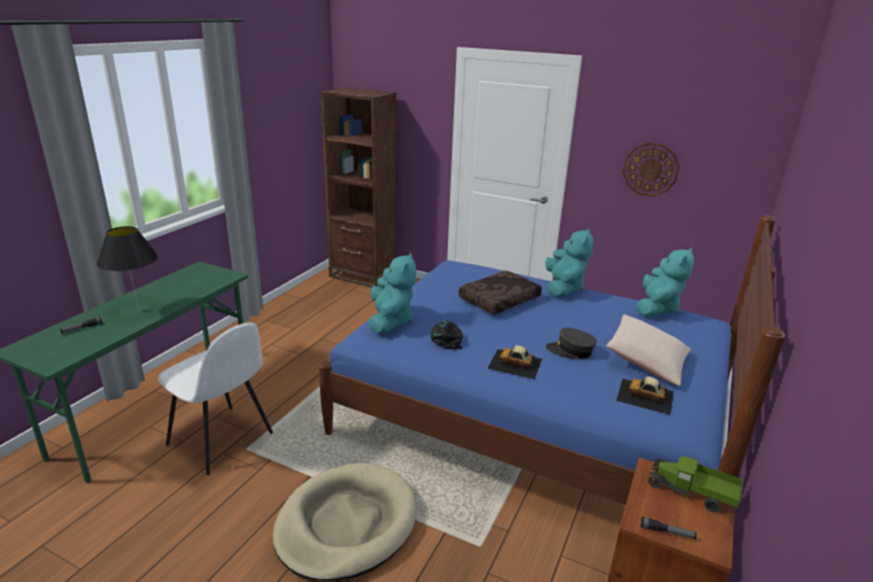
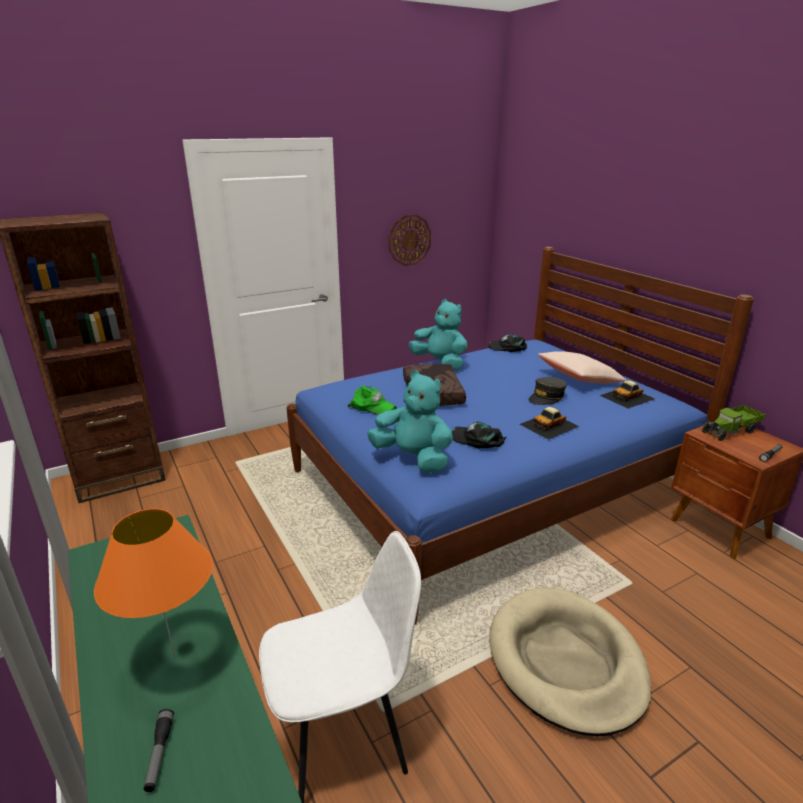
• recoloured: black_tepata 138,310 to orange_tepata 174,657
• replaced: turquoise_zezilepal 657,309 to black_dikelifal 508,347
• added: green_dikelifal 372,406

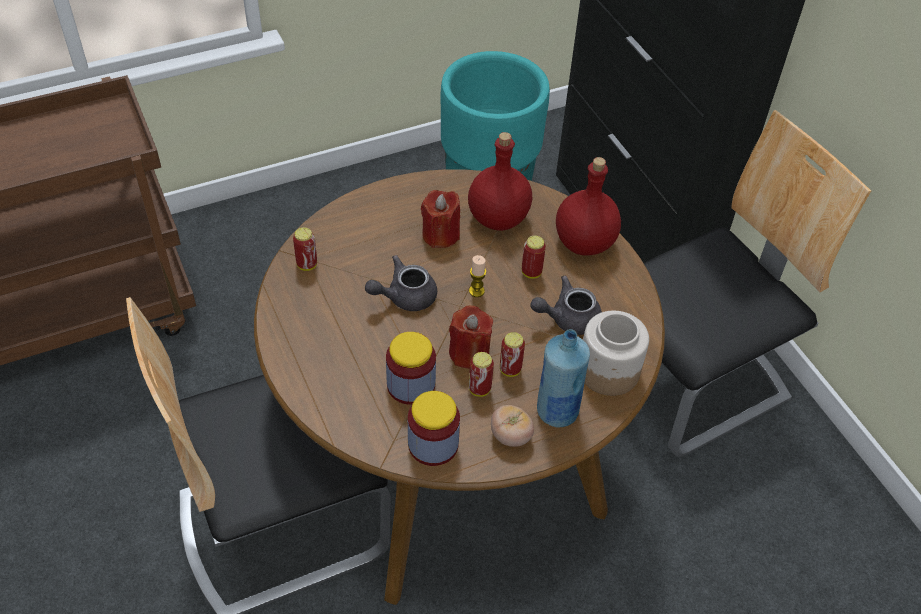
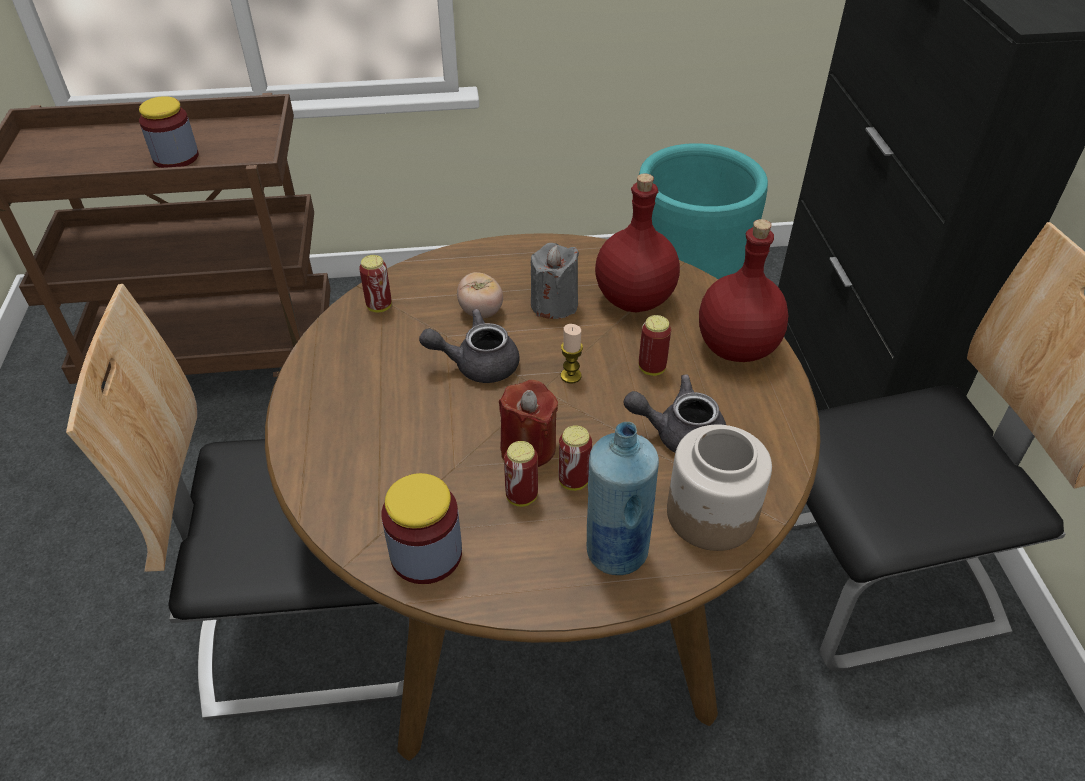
• recoloured: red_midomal 440,235 to grey_midomal 554,304
• moved: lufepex 411,385 to 176,157
• moved: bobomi 510,436 to 481,311

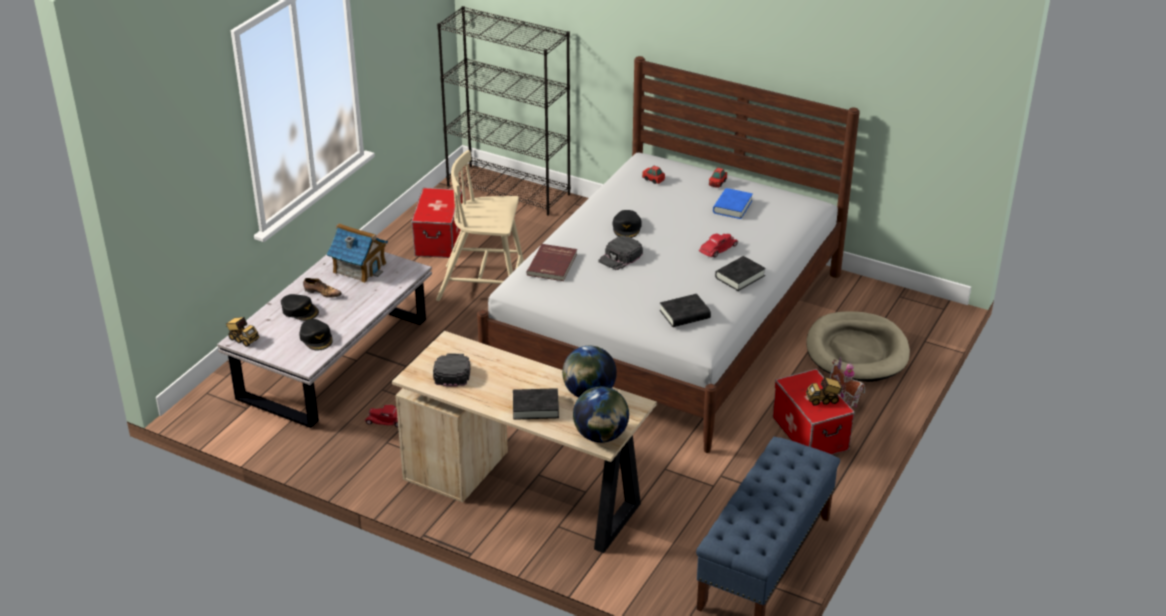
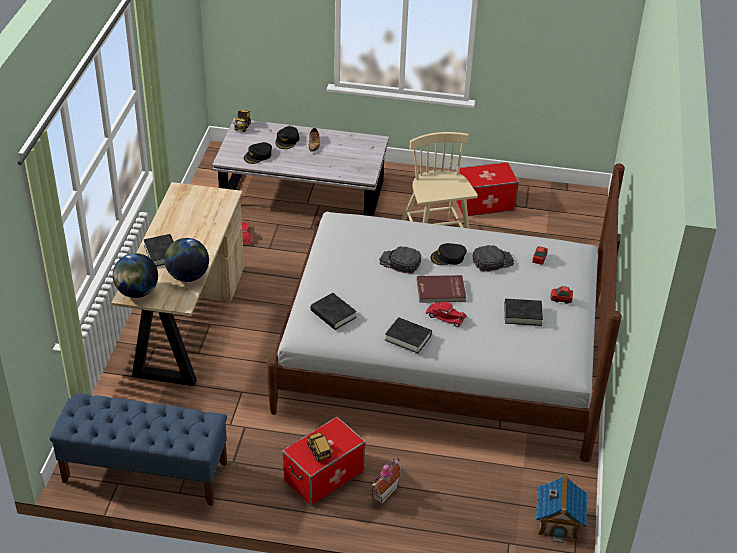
• removed: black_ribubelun 509,190
• recoloured: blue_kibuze 732,207 to black_kibuze 522,314
• moved: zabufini 359,267 to 558,521
• moved: red_kibuze 553,264 to 441,291
• removed: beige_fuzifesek 856,351
• moved: black_dikelifal 452,371 to 492,261

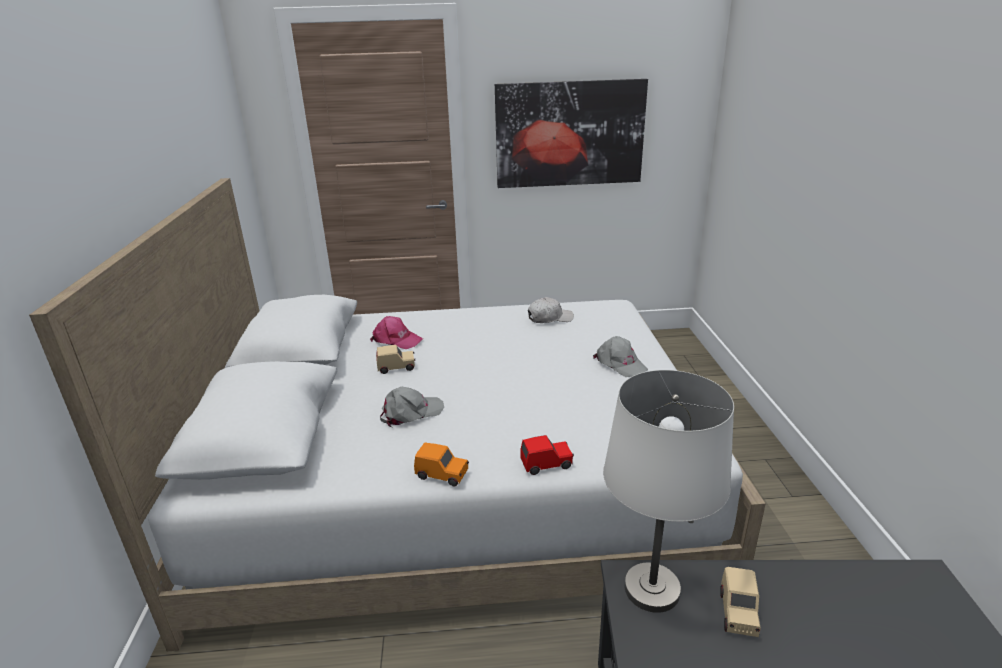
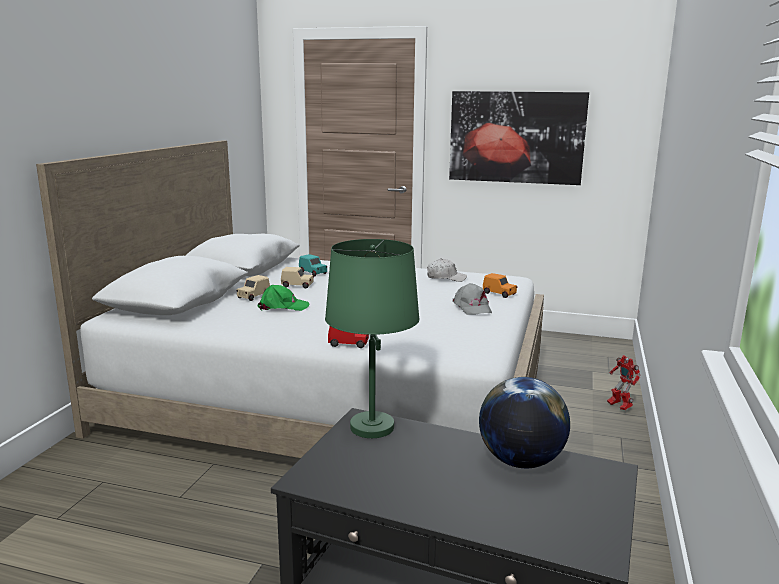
• replaced: pink_dikelifal 396,340 to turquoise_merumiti 313,273
• recoloured: white_tepata 651,590 to green_tepata 371,427
• recoloured: grey_dikelifal 411,413 to green_dikelifal 282,307
• moved: orange_merumiti 442,475 to 499,294
• moved: beige_merumiti 738,614 to 253,296
• added: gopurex 619,406
• added: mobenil 520,461

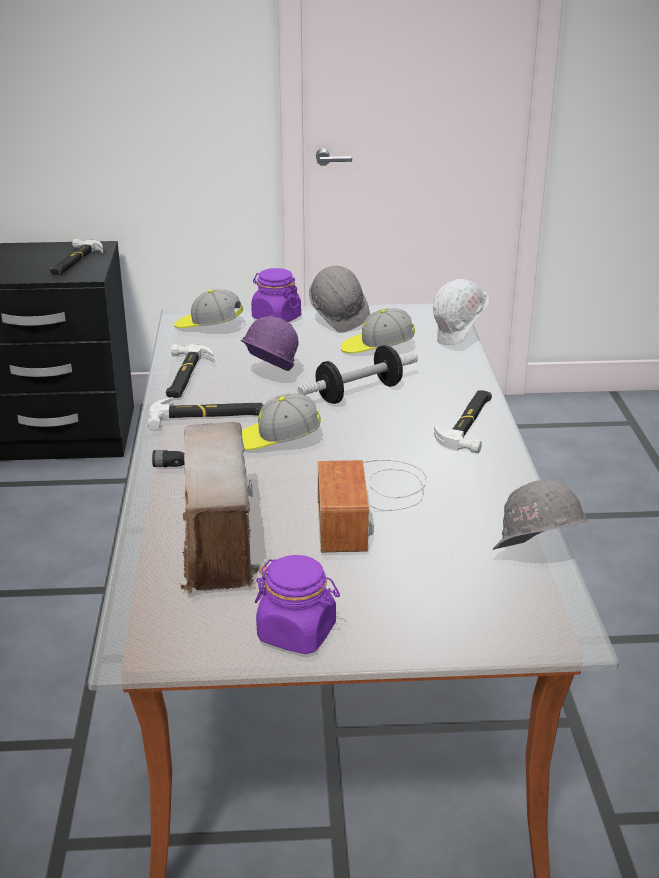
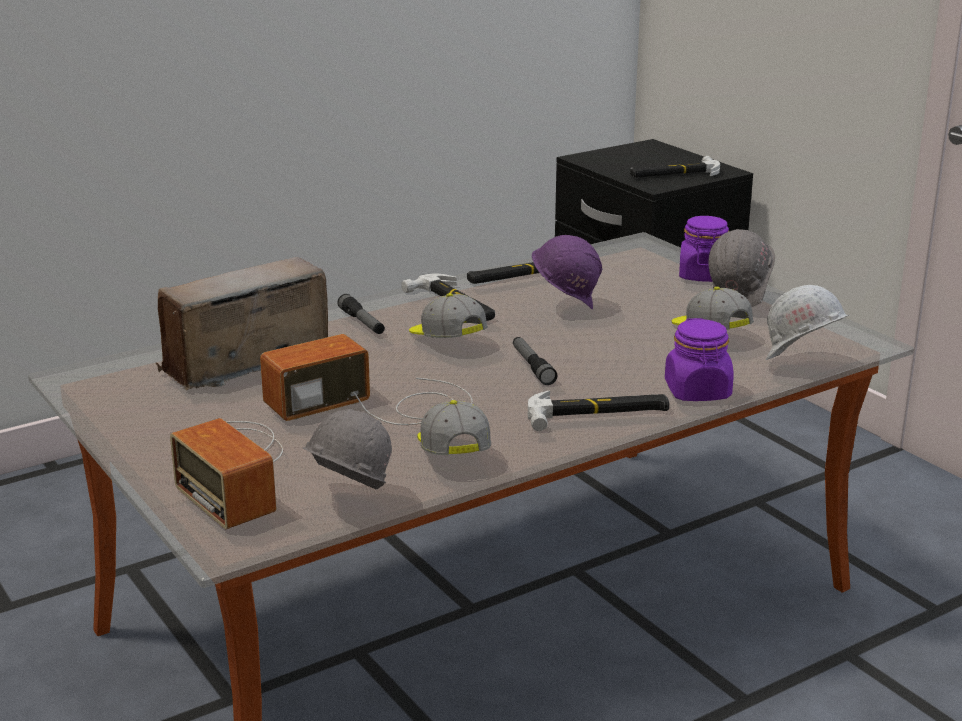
• moved: dikelifal 208,326 to 452,453
• removed: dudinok 359,393
• moved: purple_lufepex 297,633 to 697,392
• added: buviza 532,367
• added: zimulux 233,468

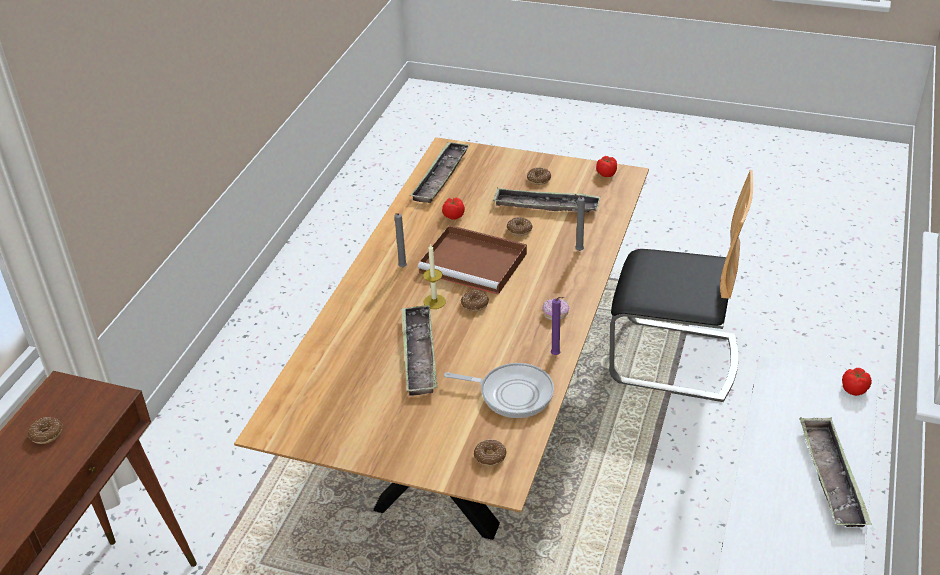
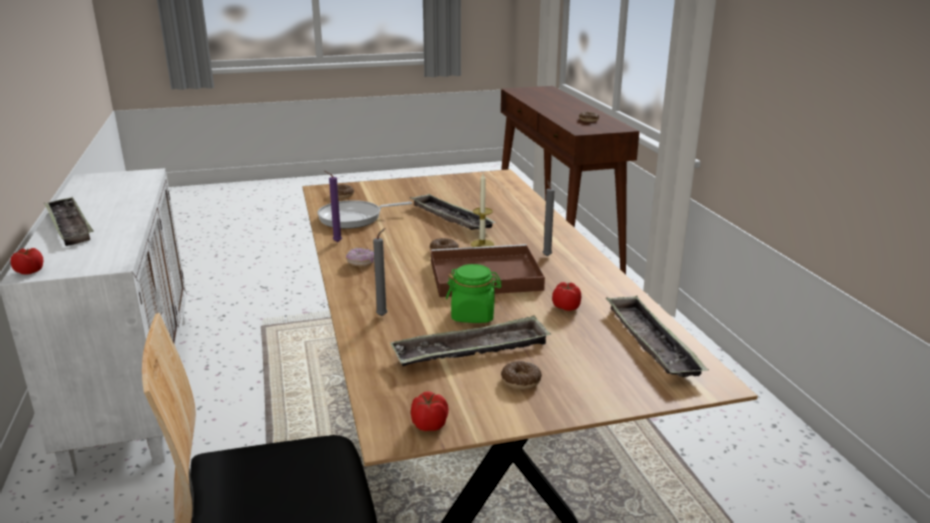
• replaced: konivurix 519,230 to green_lufepex 473,315

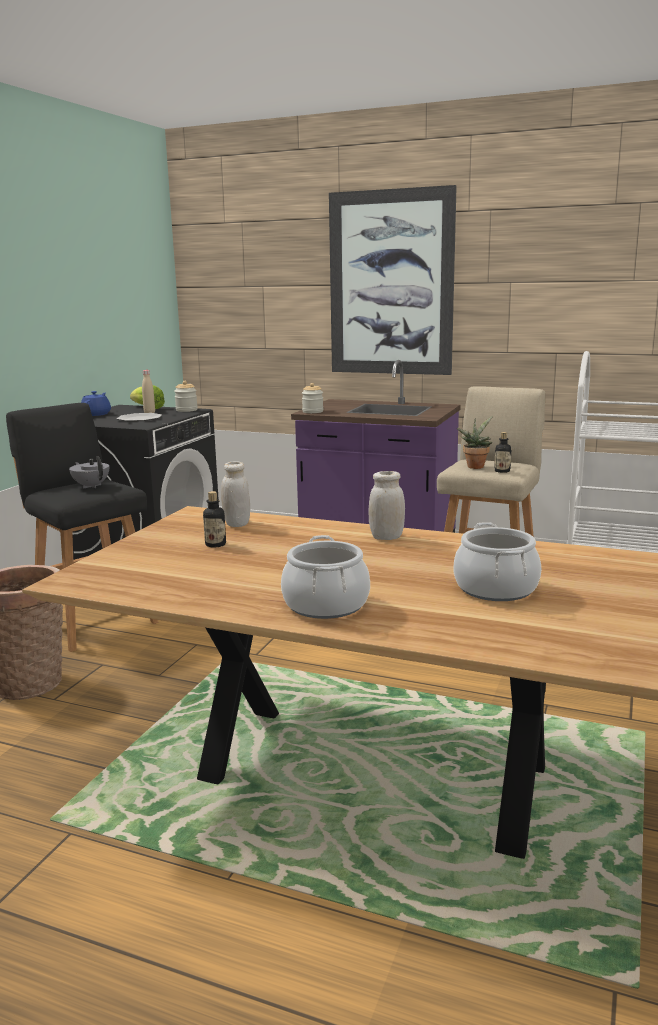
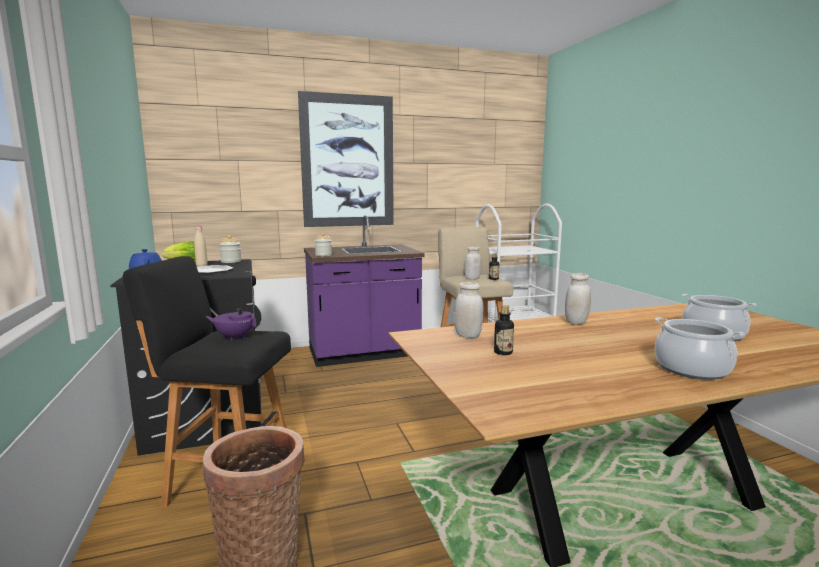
• replaced: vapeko 475,466 to white_lufepex 472,278
• recoloured: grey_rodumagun 91,486 to purple_rodumagun 235,337

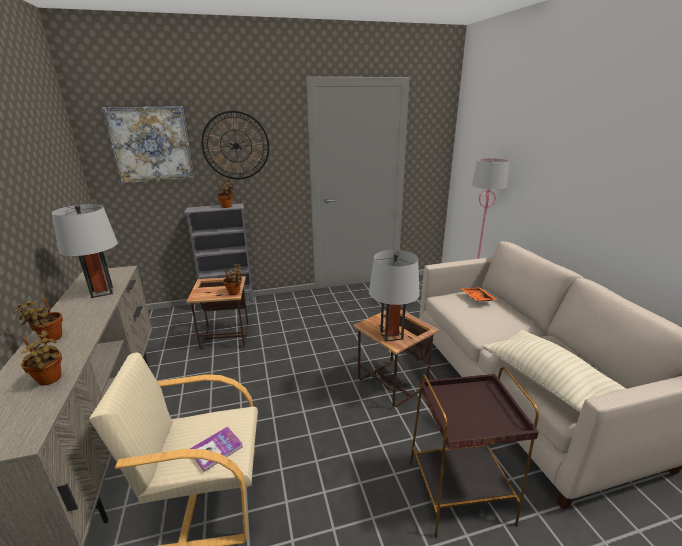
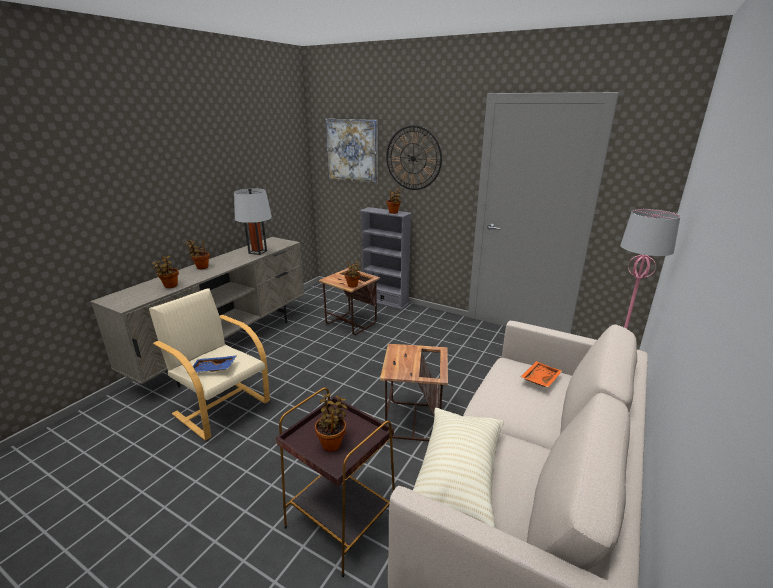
• removed: grey_tepata 391,335
• replaced: kibuze 216,449 to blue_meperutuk 213,369
• added: vapeko 332,443

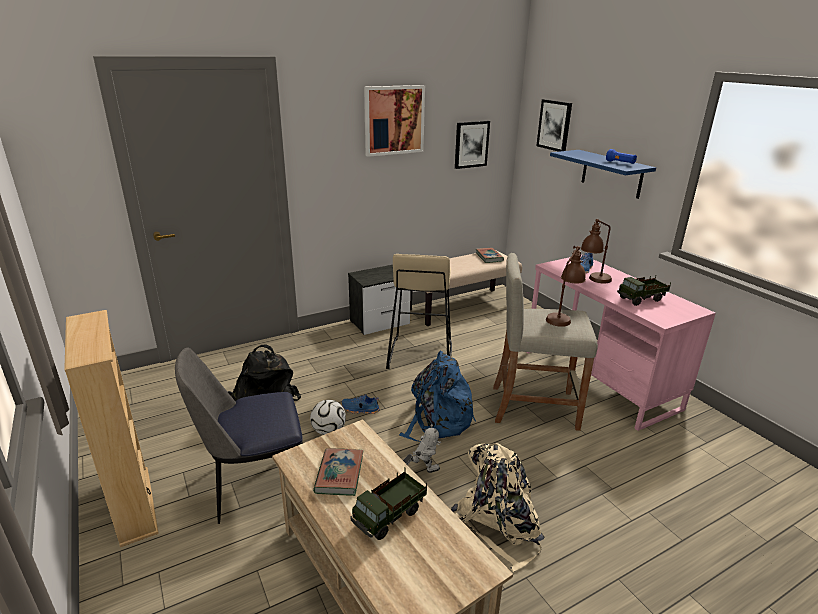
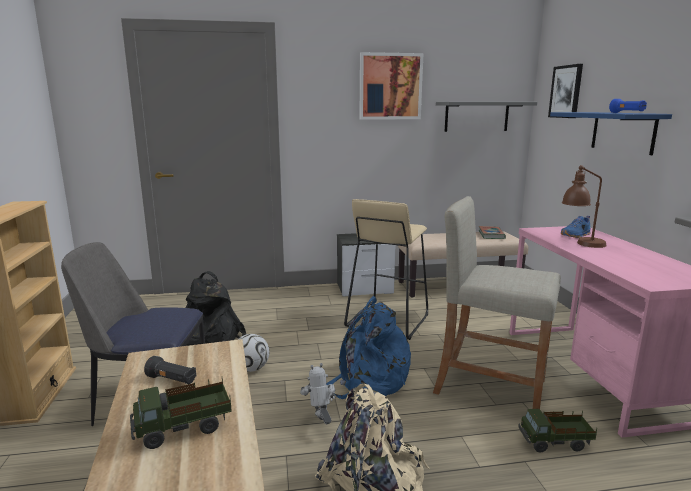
• replaced: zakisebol 471,144 to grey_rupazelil 476,116
• removed: brown_tepata 562,316
• moved: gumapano 641,299 to 555,443
• removed: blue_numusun 360,410
• turned: gopurex 422,470 = 320,423 105 degrees counterclockwise
• replaced: kibuze 339,474 to black_buviza 172,380

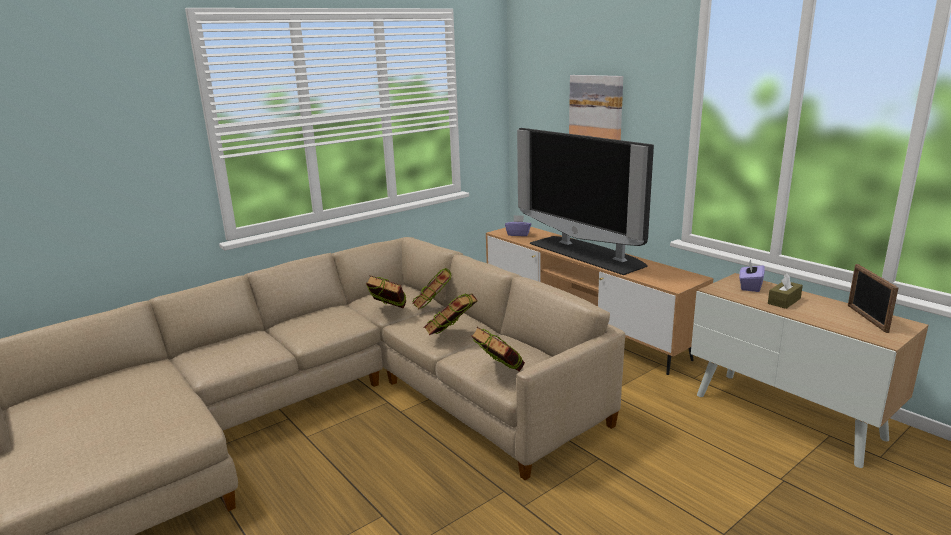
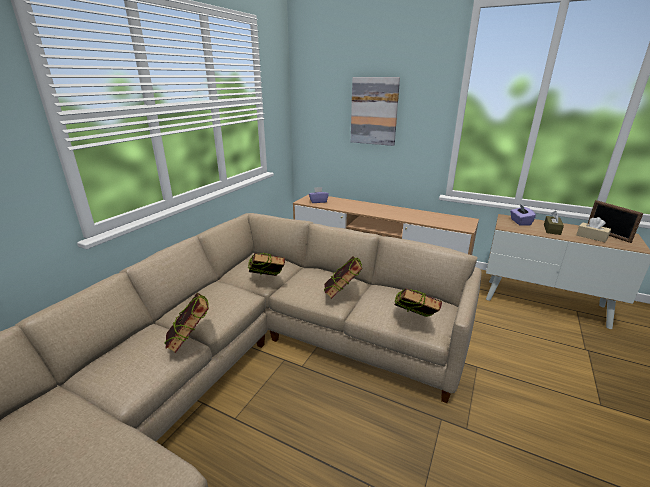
• removed: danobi 587,254
• moved: kibuze 433,308 to 190,341
• added: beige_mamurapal 591,237

